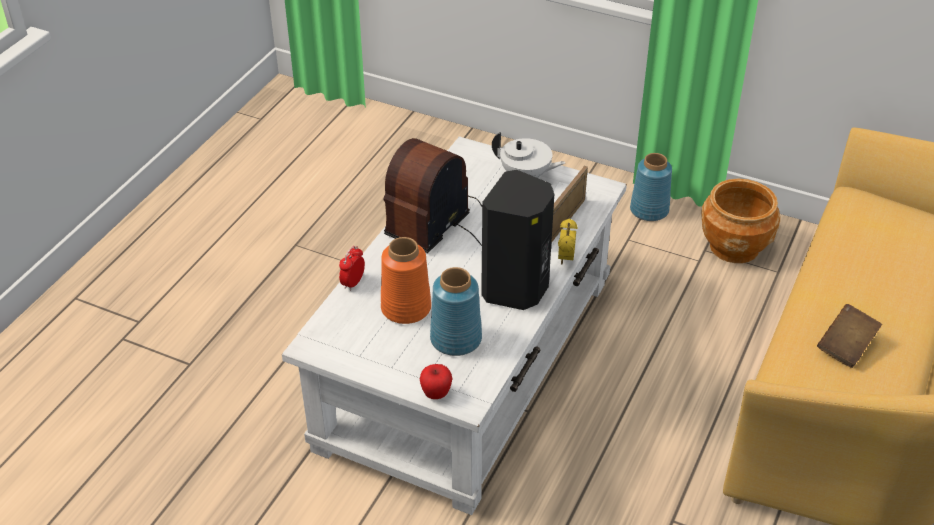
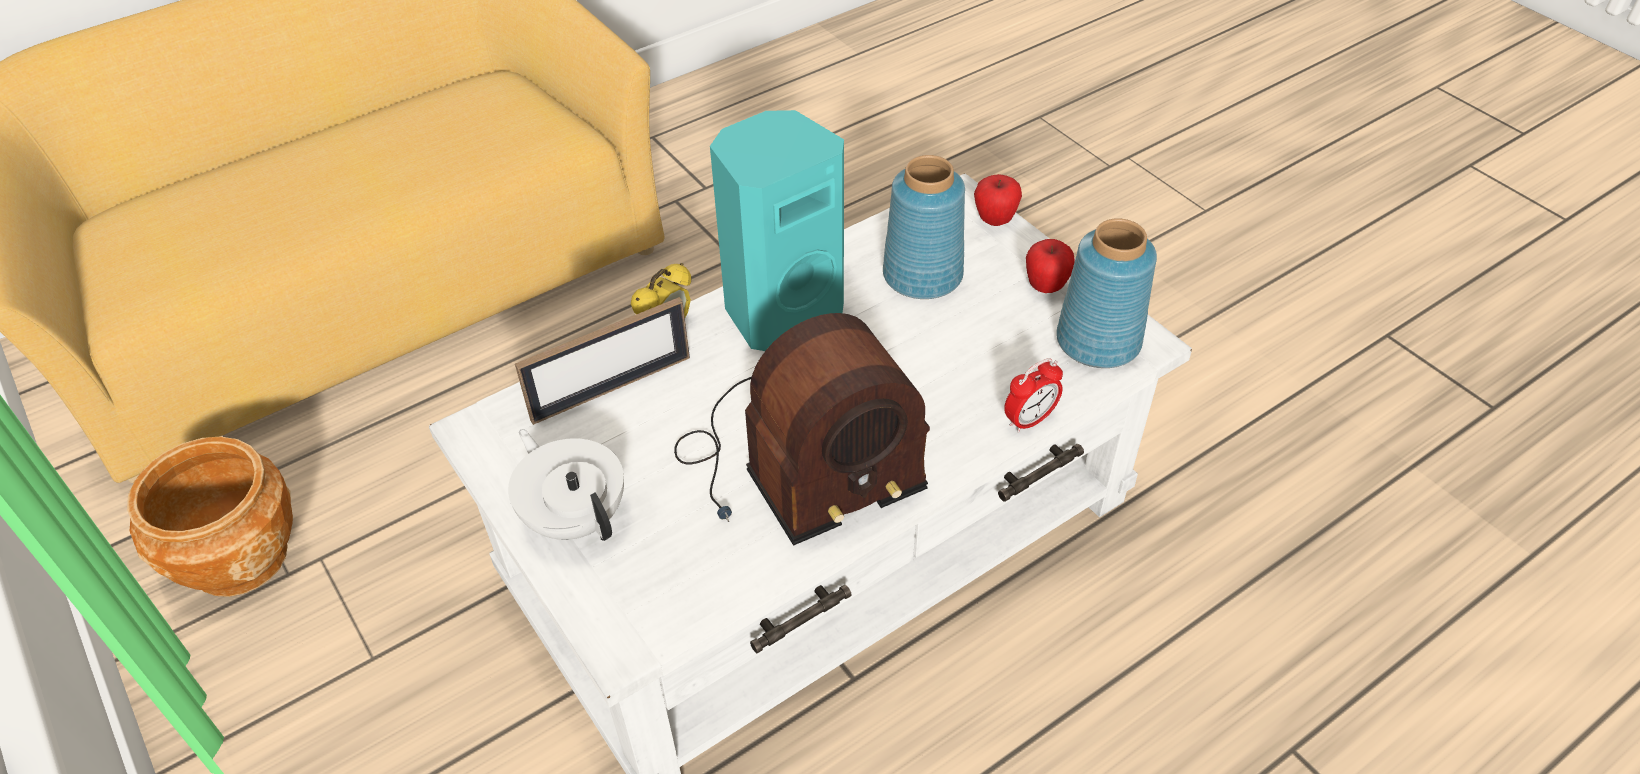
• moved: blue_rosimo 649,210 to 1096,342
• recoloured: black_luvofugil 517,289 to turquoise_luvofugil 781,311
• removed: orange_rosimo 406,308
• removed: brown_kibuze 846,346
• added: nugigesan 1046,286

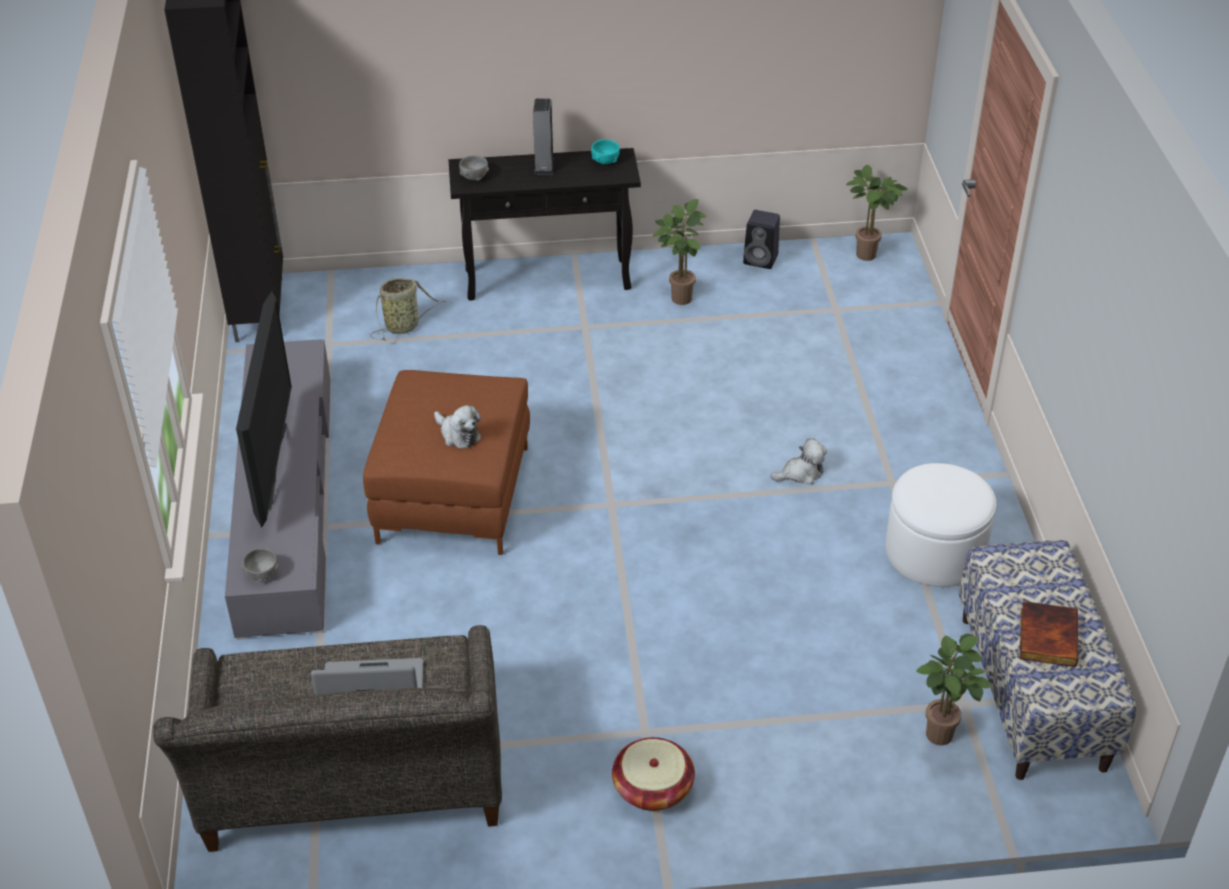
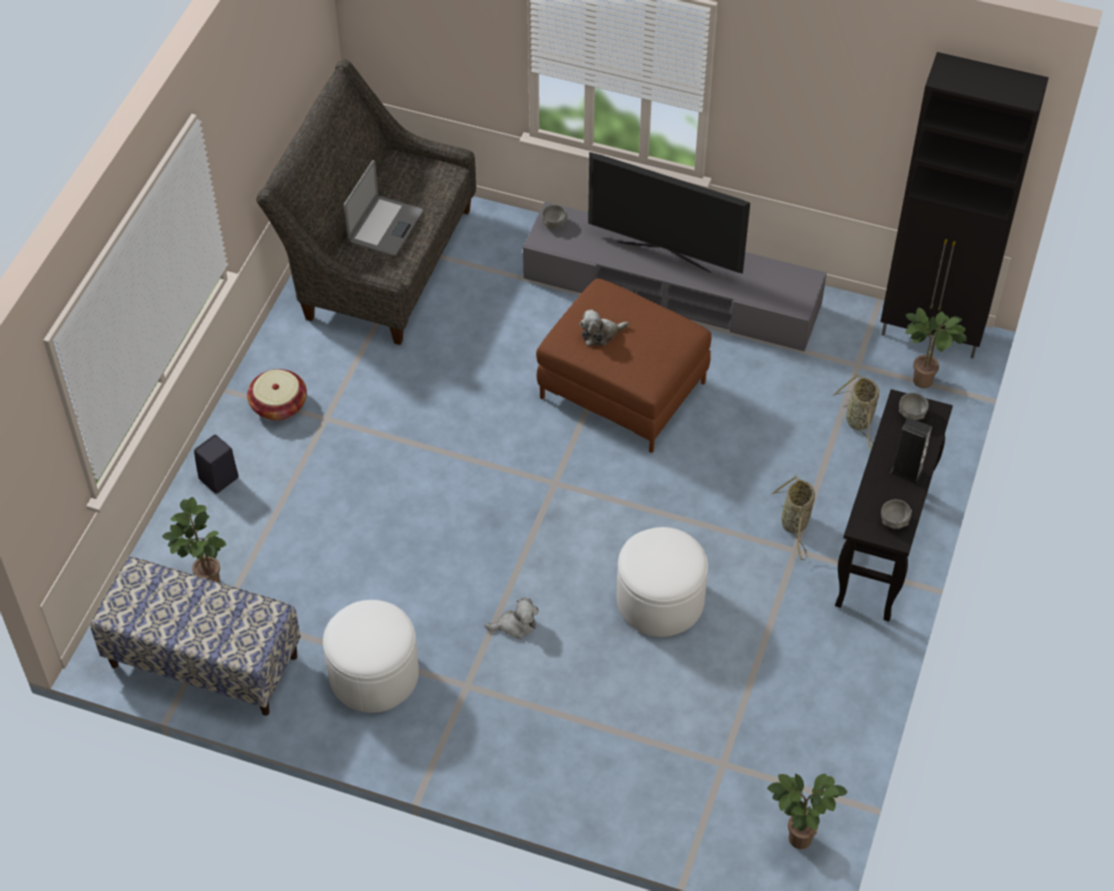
• recoloured: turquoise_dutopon 605,161 to grey_dutopon 894,521
• moved: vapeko 679,296 to 926,380
• moved: black_luvofugil 762,259 to 218,479
• turned: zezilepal 801,473 = 515,625 105 degrees counterclockwise
• removed: kibuze 1046,636
• added: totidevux 795,525
• added: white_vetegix 660,600

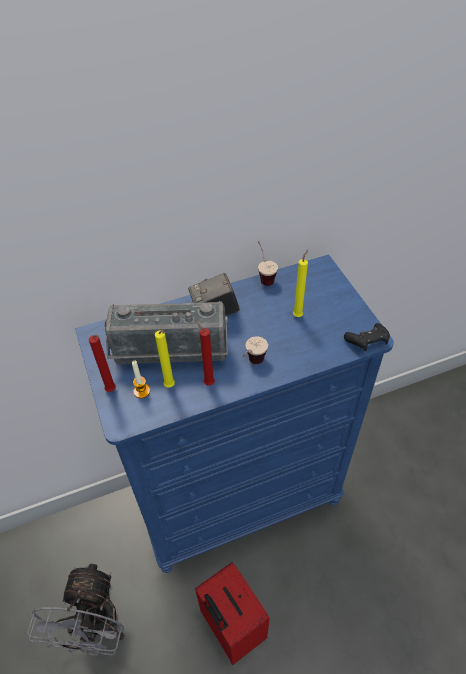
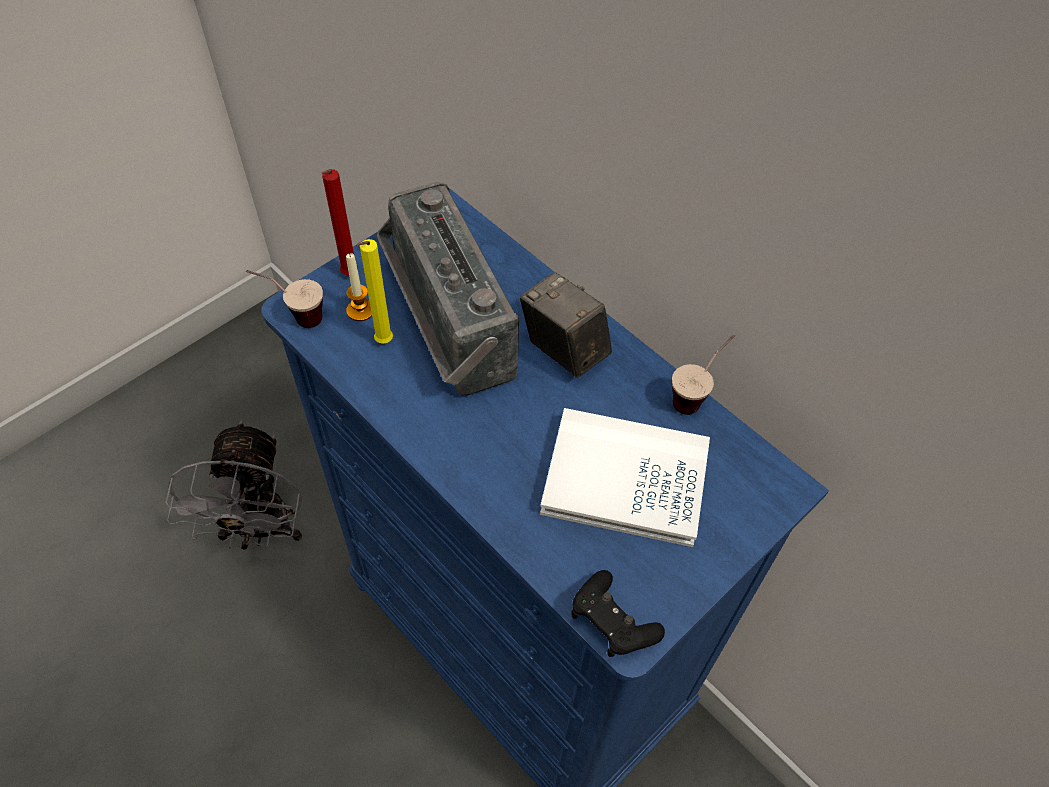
• replaced: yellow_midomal 298,315 to white_kibuze 625,480
• removed: red_midomal 208,382
• moved: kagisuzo 252,365 to 294,317
• removed: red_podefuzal 231,627
• turned: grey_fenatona 97,628 = 261,531 75 degrees counterclockwise

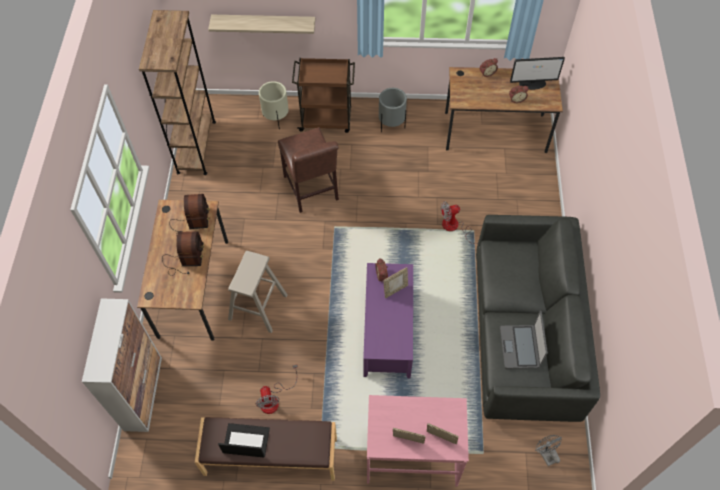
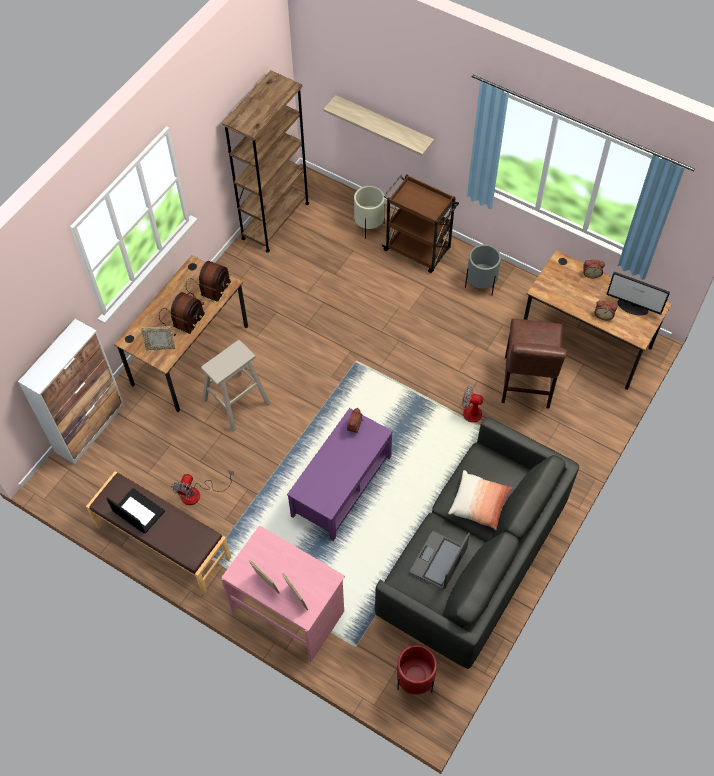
• moved: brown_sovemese 312,190 to 526,385
• moved: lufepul 395,290 to 160,347
• replaced: grey_fenatona 545,454 to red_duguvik 414,681
• added: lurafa 479,504

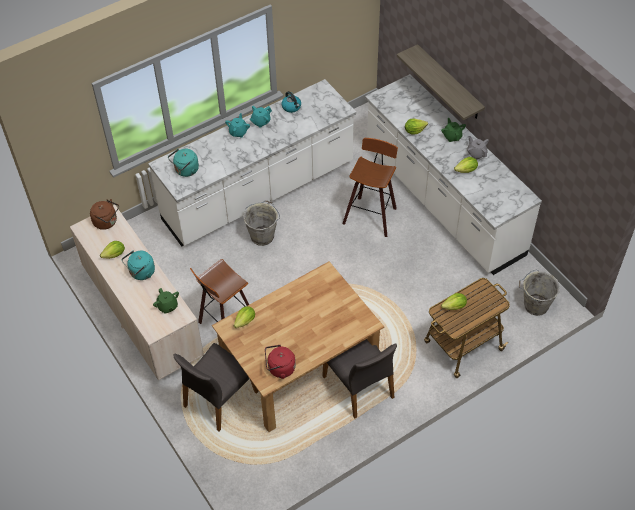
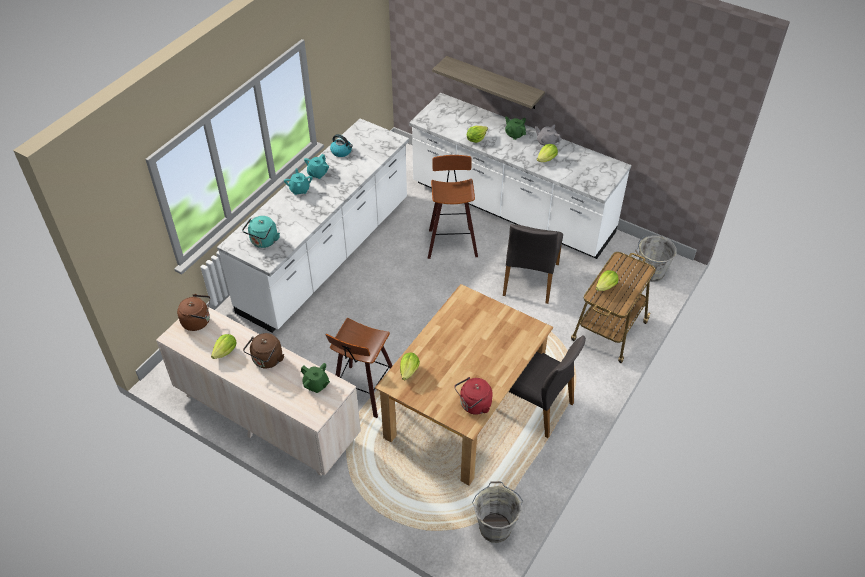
• moved: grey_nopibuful 263,235 to 495,526
• recoloured: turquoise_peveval 141,273 to brown_peveval 266,360
• moved: grey_sovemese 219,399 to 529,279

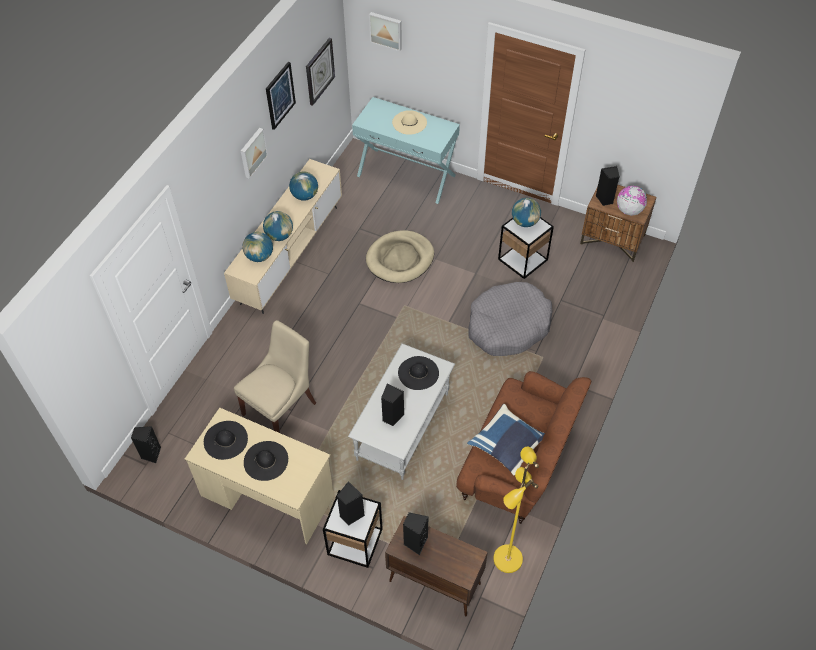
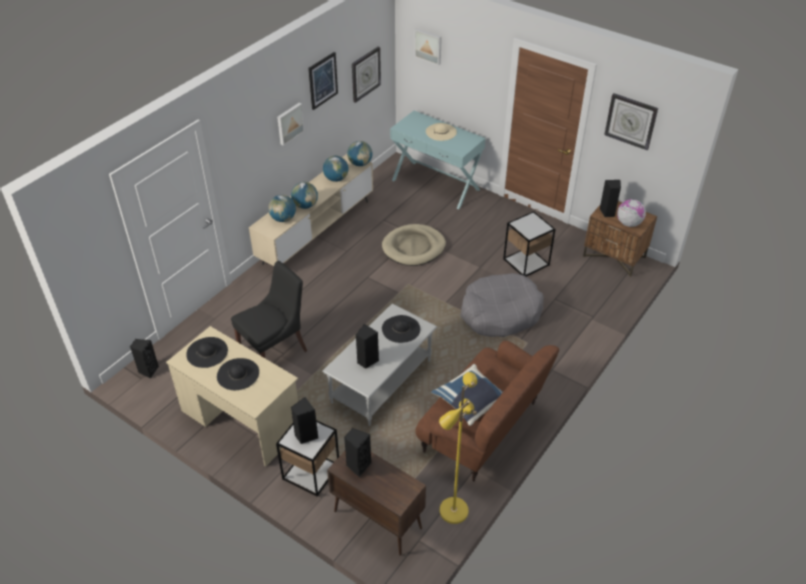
• moved: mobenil 525,222 to 360,164
• recoloured: beige_sovemese 281,407 to black_sovemese 275,349
• added: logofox 631,121

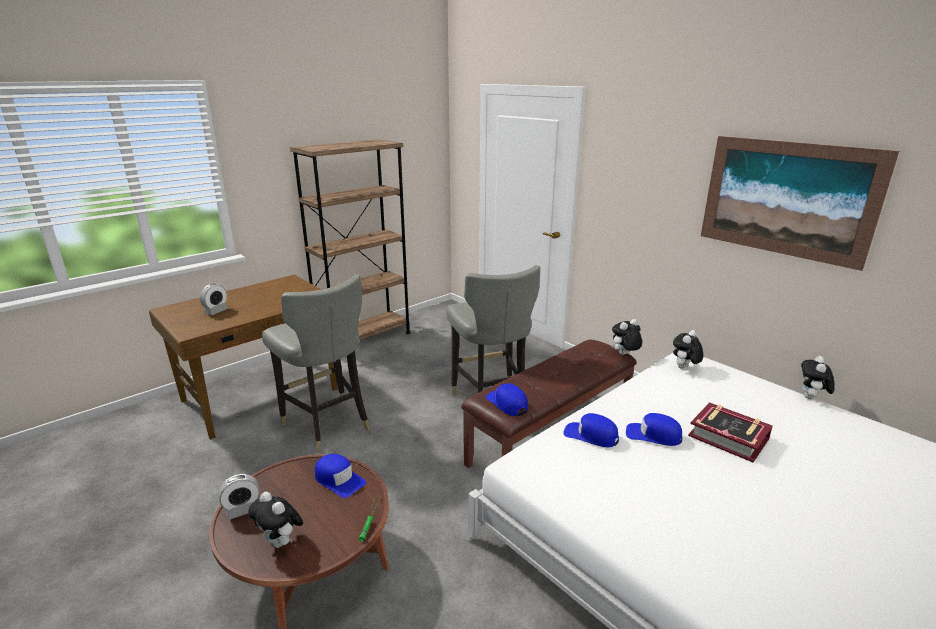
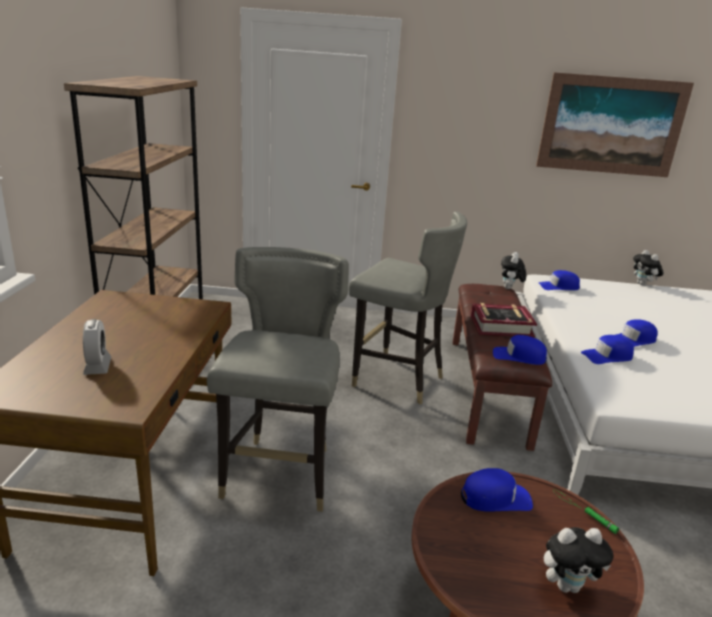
• turned: grey_sovemese 327,425 = 280,476 90 degrees counterclockwise
• replaced: zezilepal 684,368 to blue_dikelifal 558,287
• moved: kibuze 728,437 to 501,326
• removed: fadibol 242,510

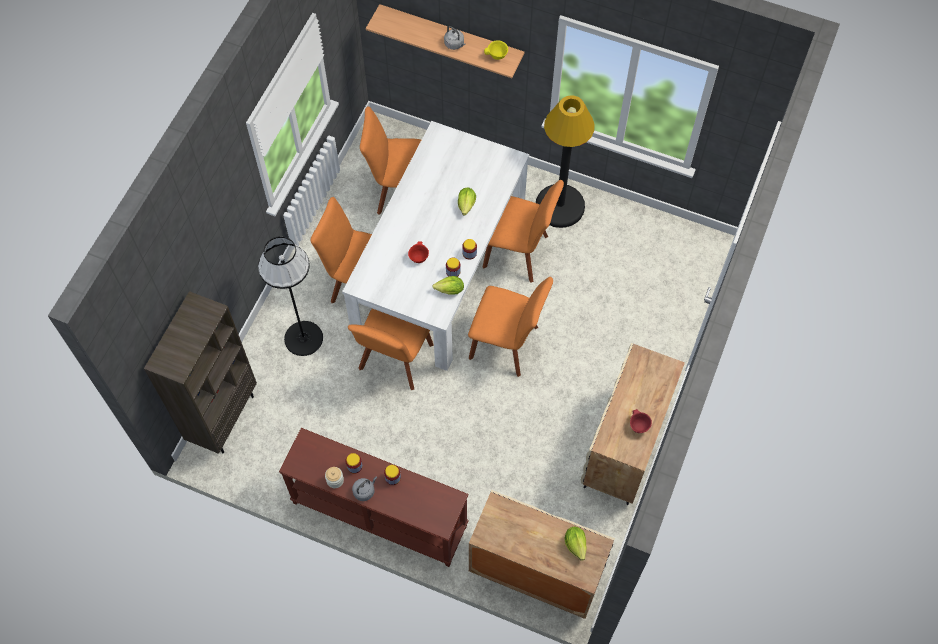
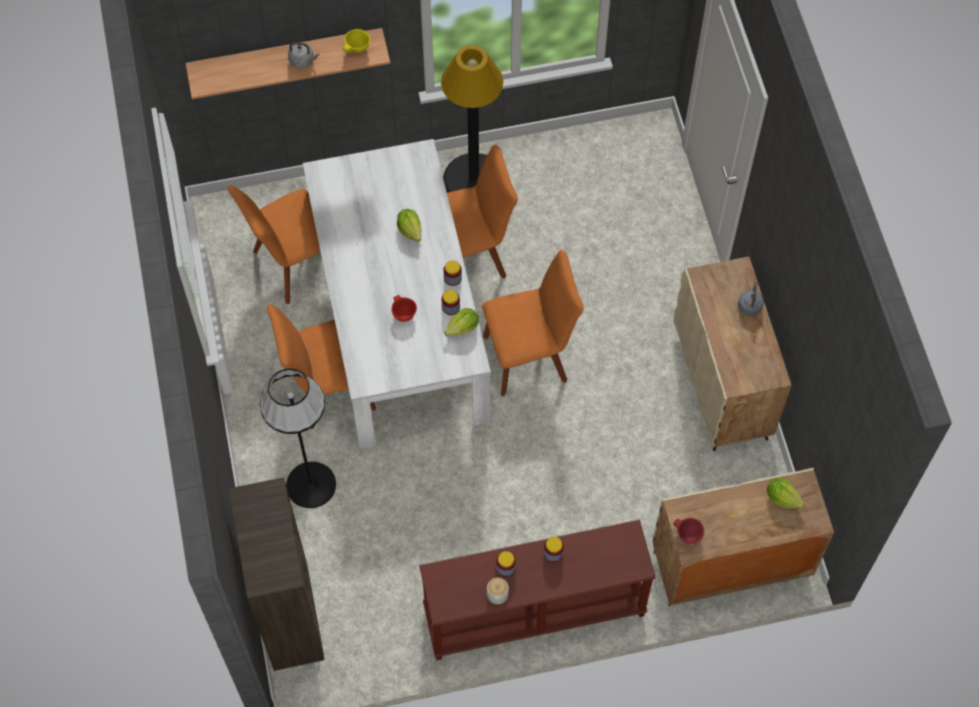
• removed: orange_sovemese 395,360
• moved: red_dutopon 638,426 to 688,536
• moved: grey_peveval 365,491 to 749,305

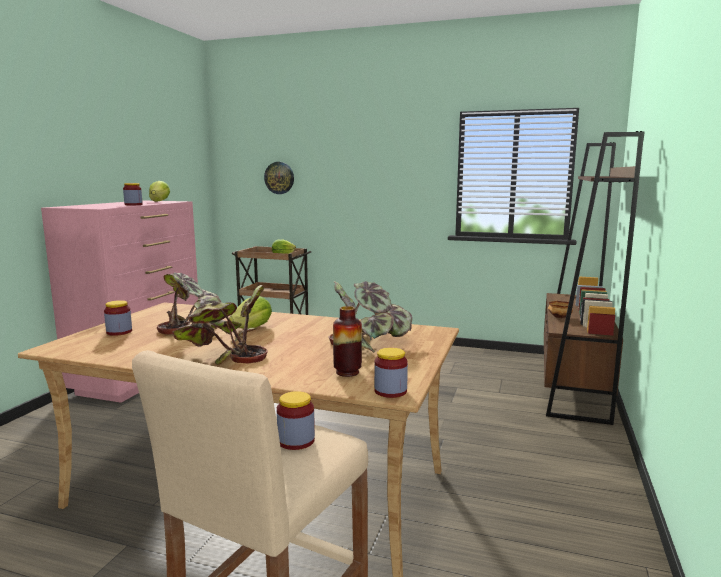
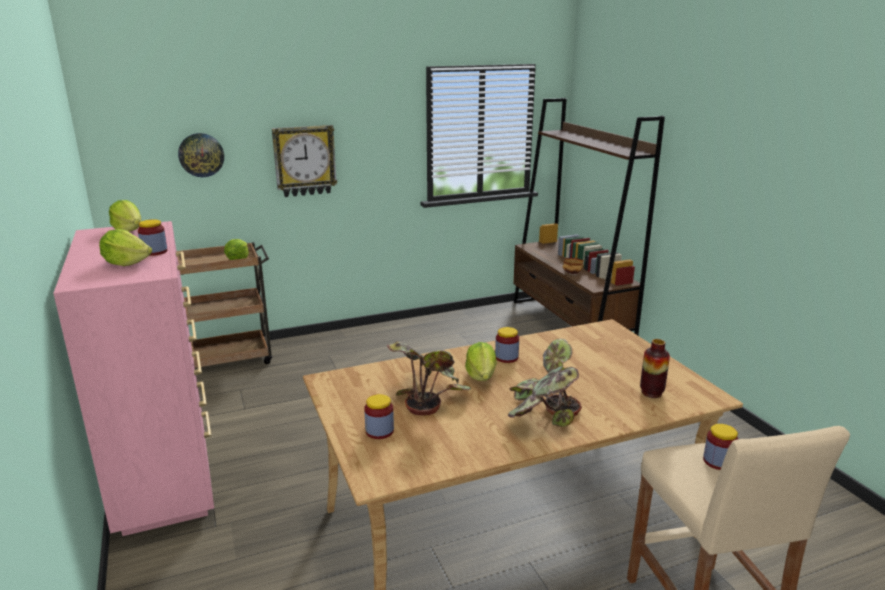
• removed: vapeko 369,343
• moved: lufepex 390,391 to 506,357
• added: logofox 304,160
• added: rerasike 126,263

